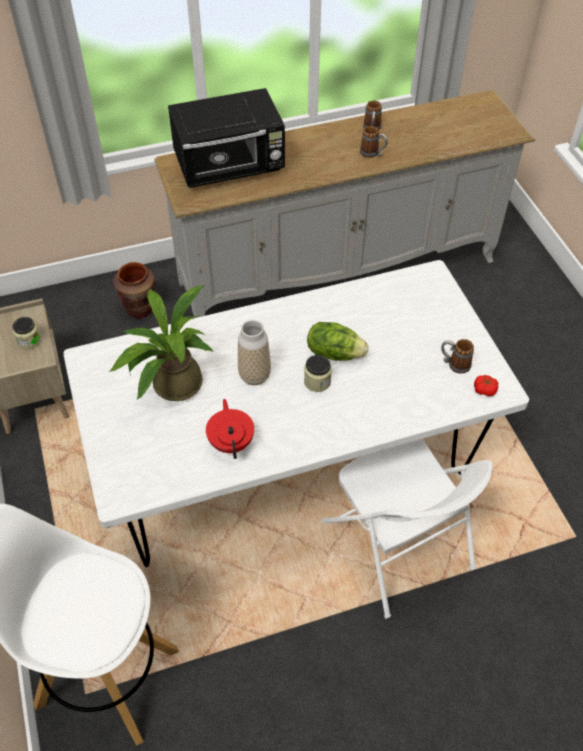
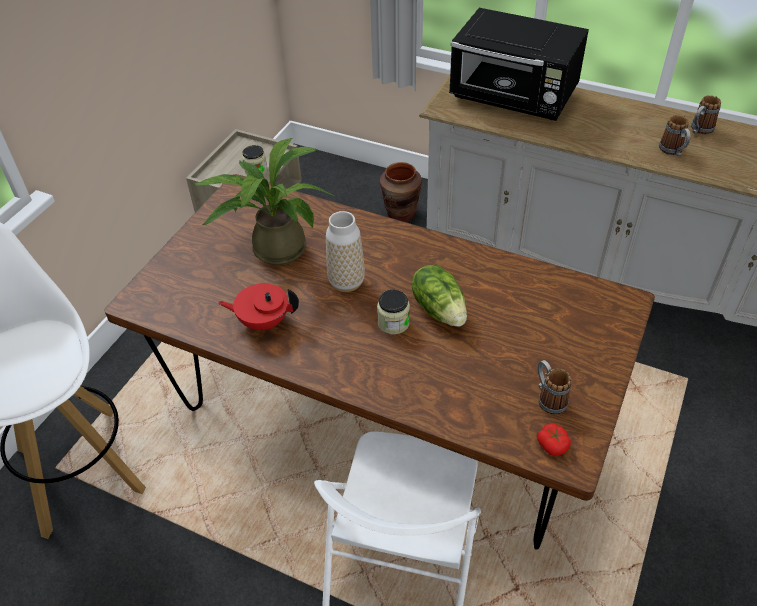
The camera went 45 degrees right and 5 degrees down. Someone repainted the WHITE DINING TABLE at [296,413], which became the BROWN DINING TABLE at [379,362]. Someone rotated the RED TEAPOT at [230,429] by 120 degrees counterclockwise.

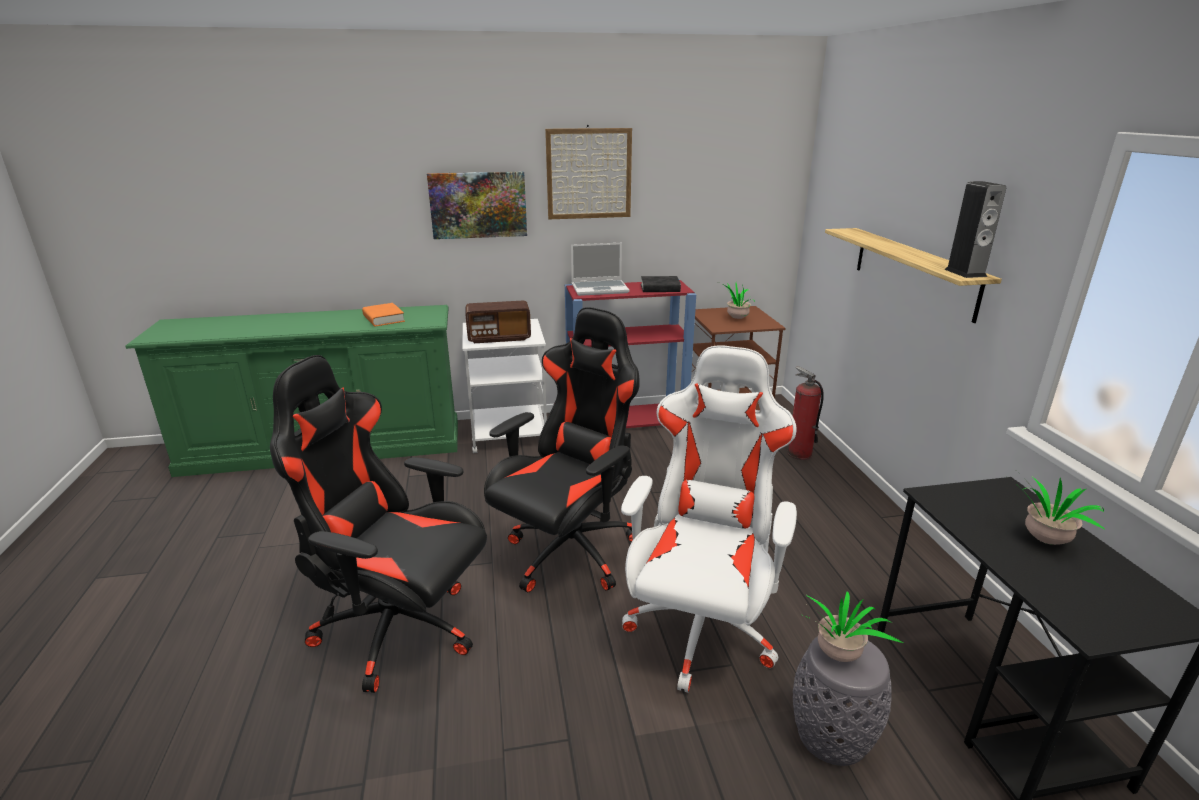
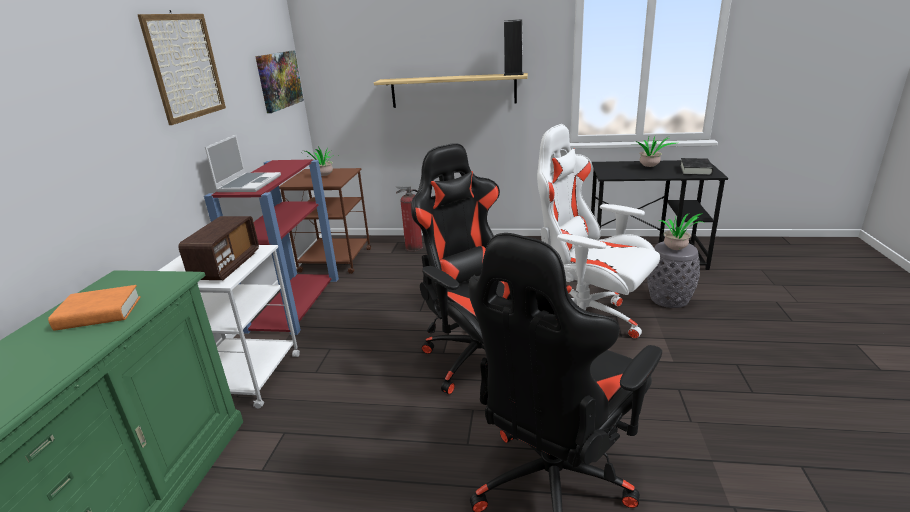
The camera went 70 degrees left and 0 degrees up. Someone carried the PICTURE from [477,205] to [279,81]. Someone carried the BLACK BOOK from [661,284] to [696,166].

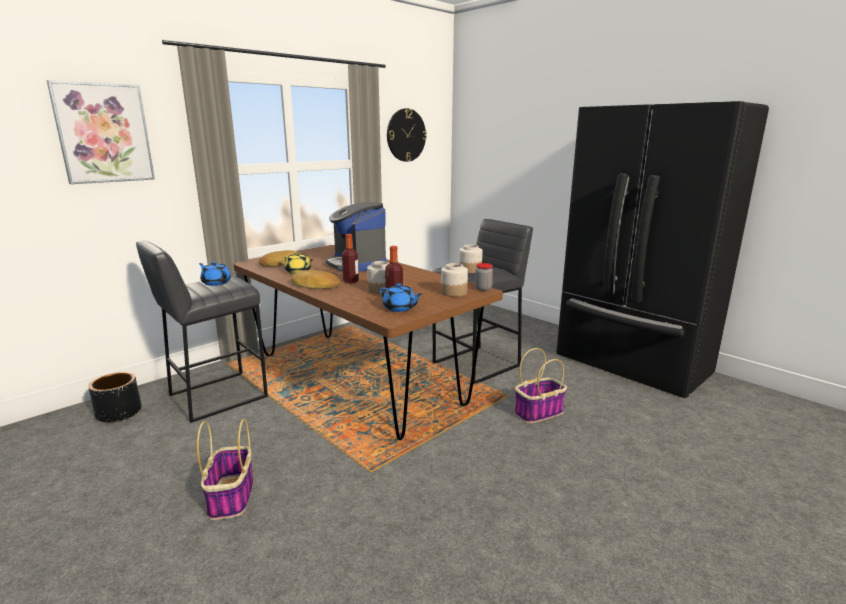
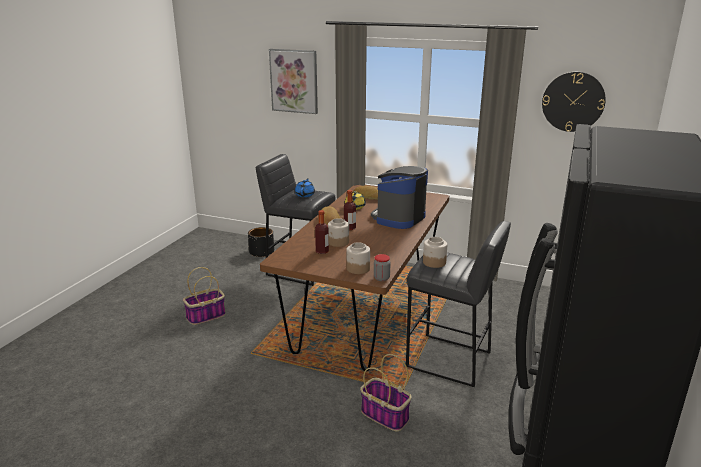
The camera went 65 degrees right and 5 degrees up. Someone took away the BLUE TEAPOT at [401,297].

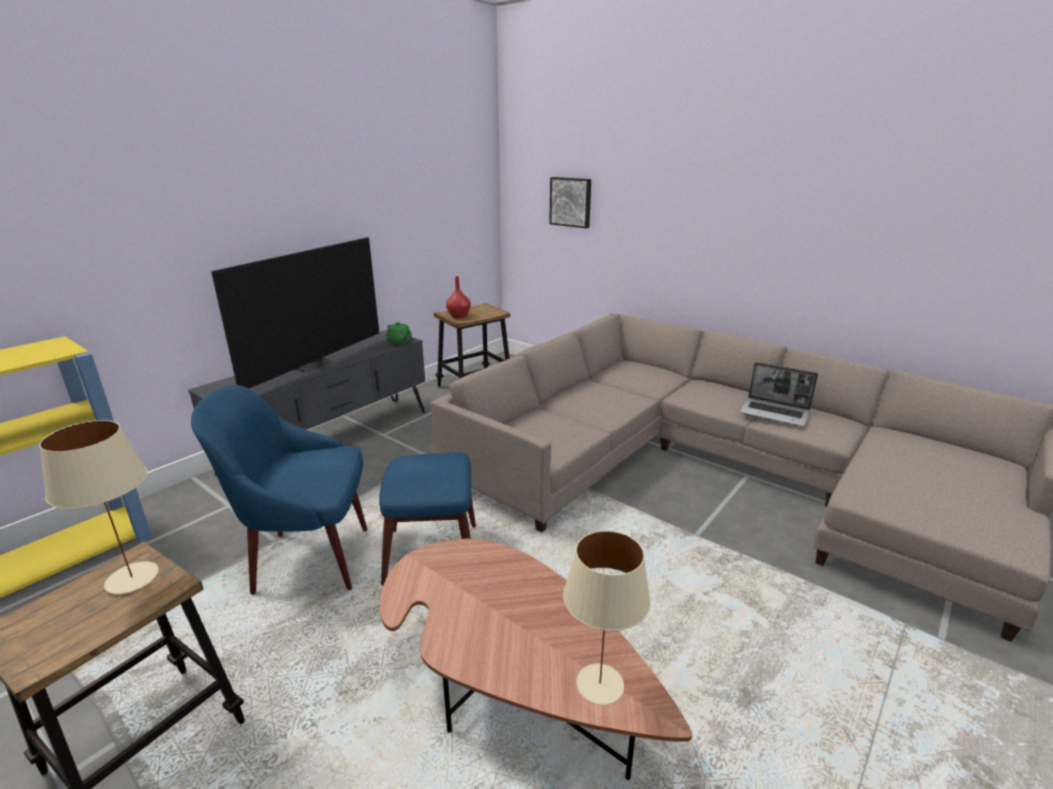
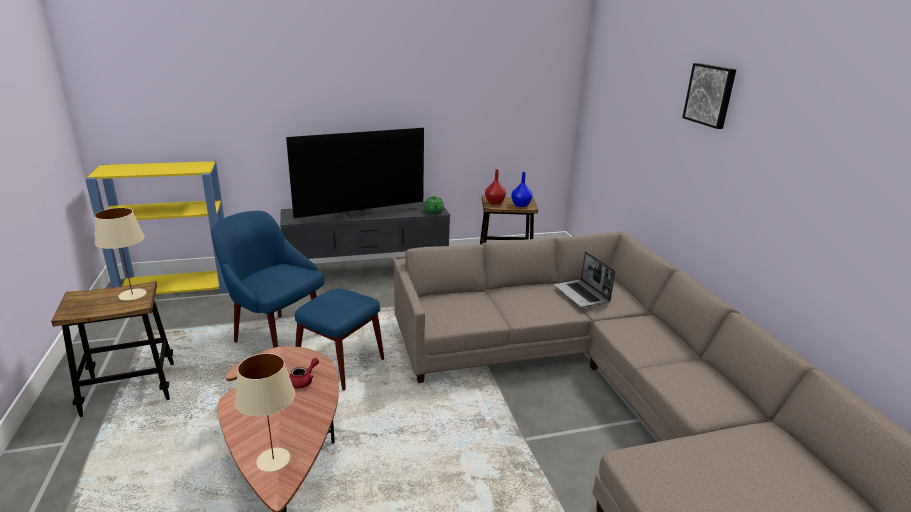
The camera went 35 degrees right and 0 degrees up. Someone carried the PICTURE from [570,202] to [709,96]. Someone carried the LAPTOP from [779,394] to [584,279]. Someone put down the BLUE VASE at [522,189]. Someone put down the RED TEAPOT at [304,373].

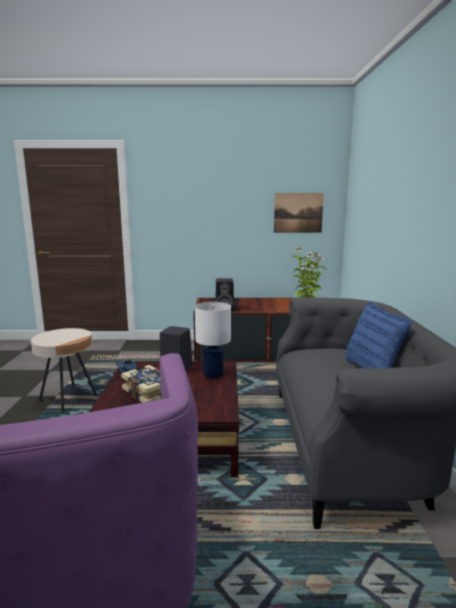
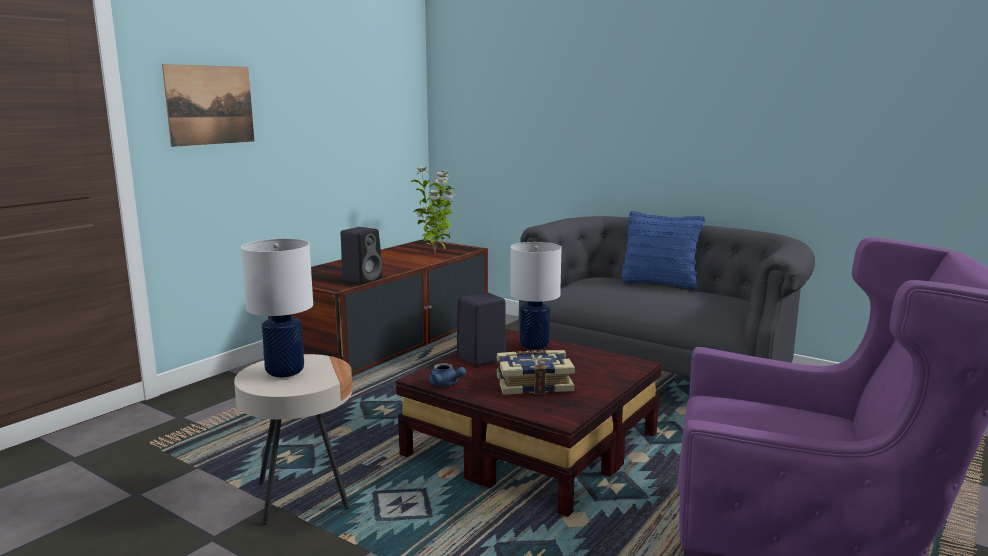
The camera went 55 degrees left and 0 degrees up. Someone carried the PICTURE from [299,213] to [208,105]. Someone put down the WHITE TABLE LAMP at [277,307].

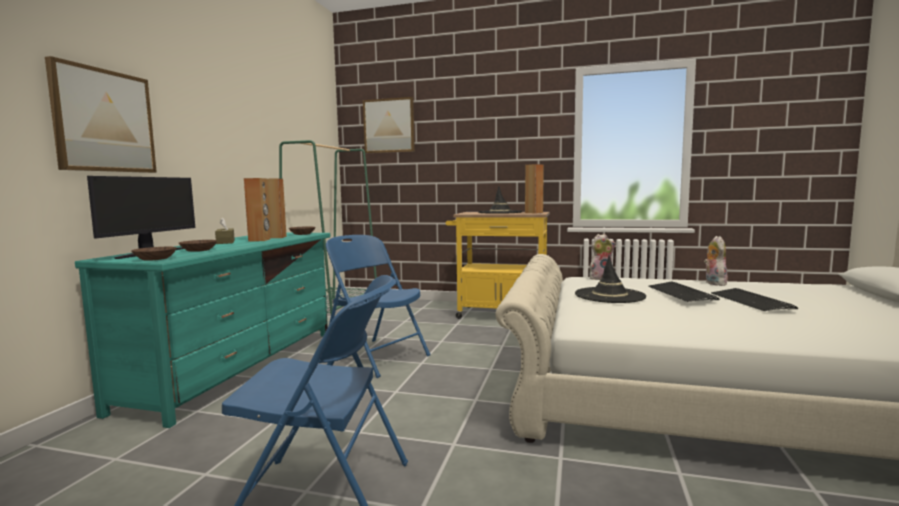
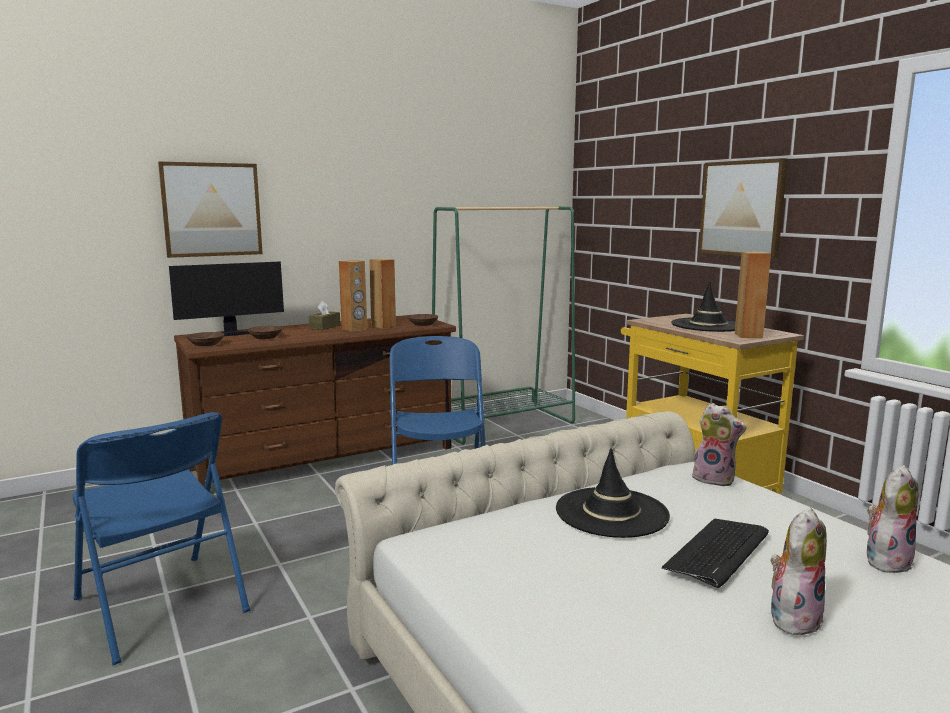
The camera went 45 degrees right and 5 degrees up. Someone carried the PICTURE from [389,125] to [743,208]. Someone repainted the TURQUOISE DRESSER at [202,330], which became the BROWN DRESSER at [315,401]. Someone swapped the KEYBOARD at [754,299] for the PLUSH TOY at [798,571].

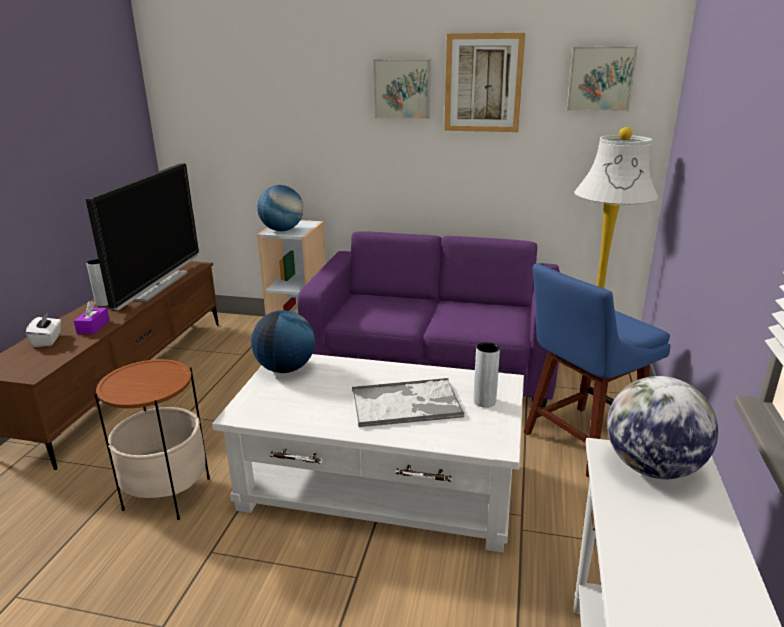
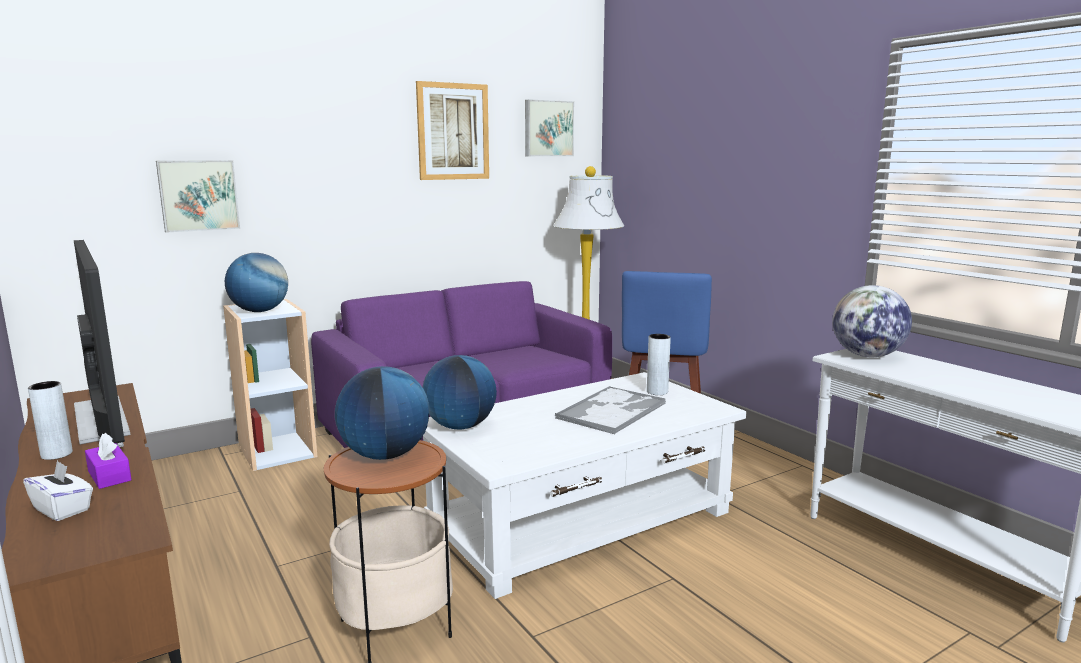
The camera went 45 degrees left and 10 degrees down. Someone carried the PICTURE from [402,89] to [198,196]. Someone put down the GLOBE at [382,413].

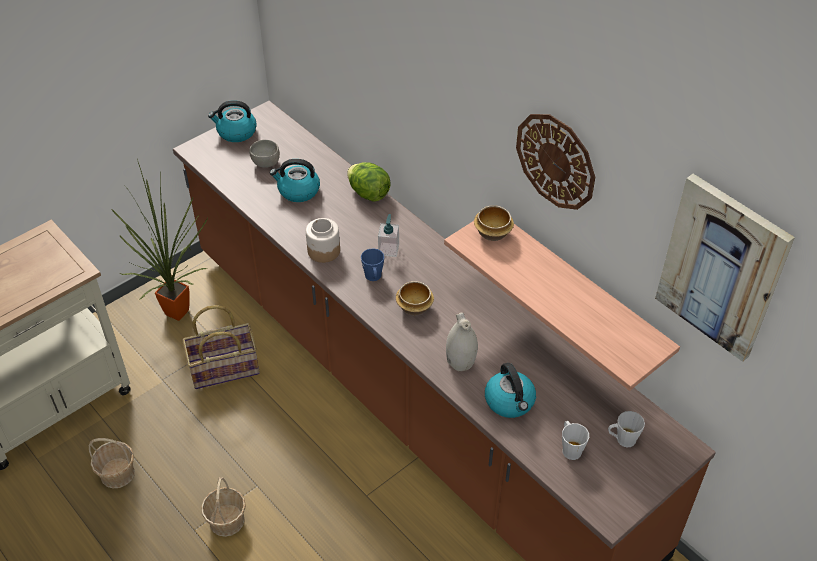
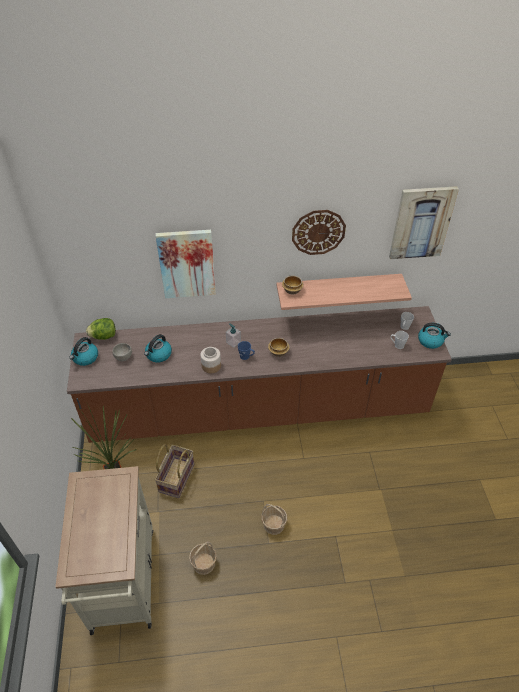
The camera went 55 degrees left and 0 degrees up. Someone carried the LETTUCE from [369,182] to [101,329]. Someone took away the WHITE VASE at [462,342]. Someone carried the KETTLE from [510,390] to [434,336]. Someone put up the PICTURE at [186,264].

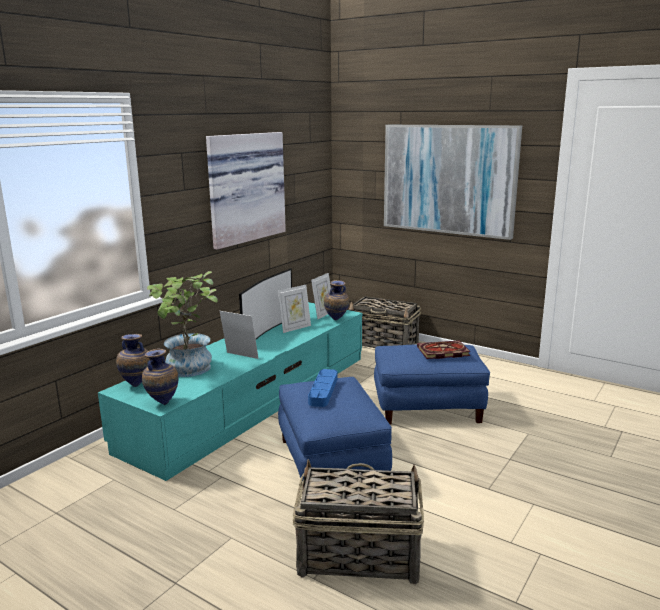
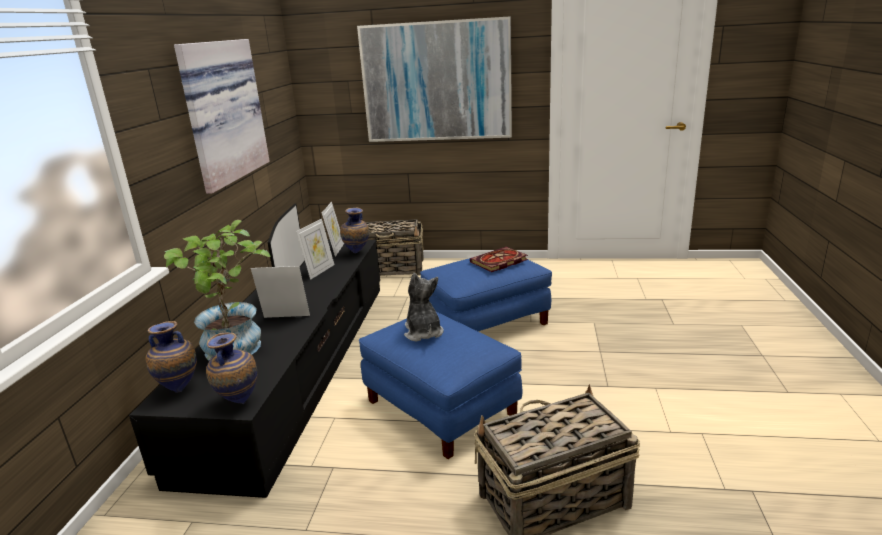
The camera went 25 degrees left and 5 degrees up. Someone repainted the TURQUOISE TV STAND at [230,391], which became the BLACK TV STAND at [254,369]. Someone swapped the BLUE TRAY at [323,388] for the PLUSH TOY at [424,307].

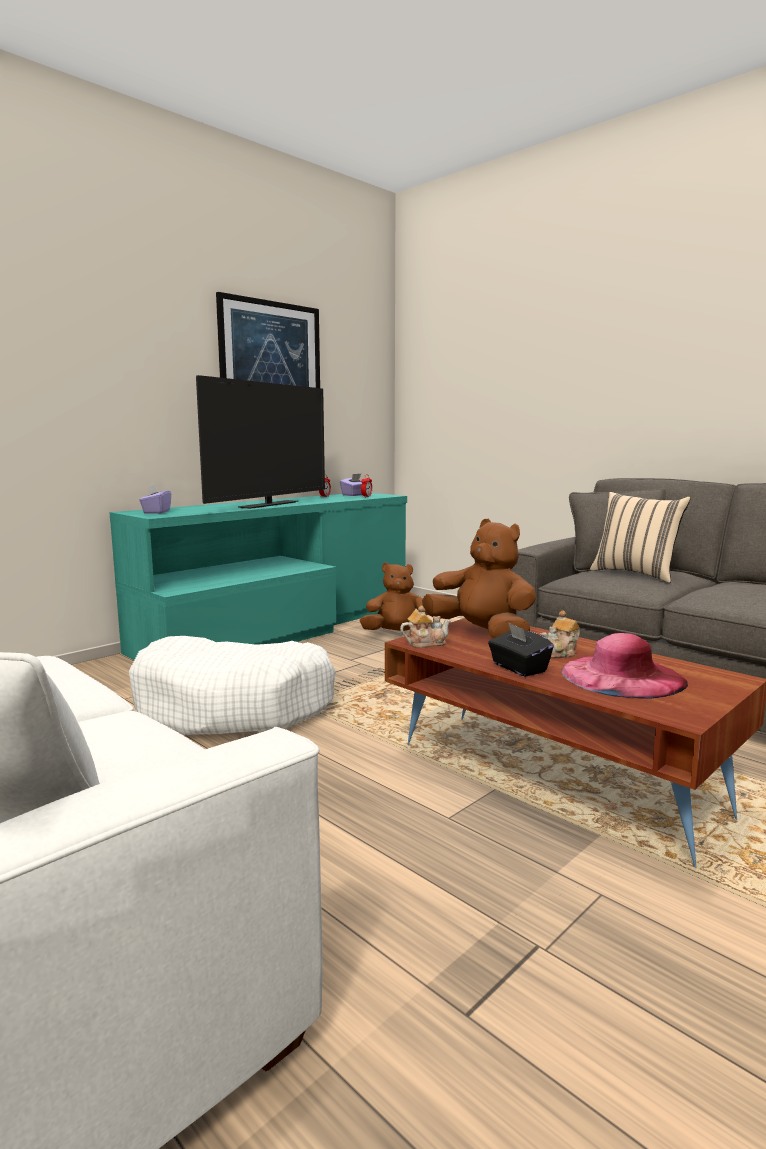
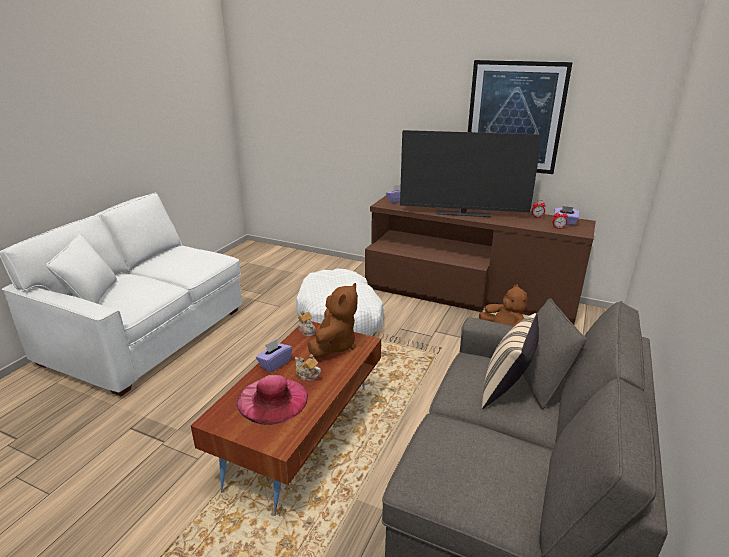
The camera went 70 degrees right and 15 degrees up. Someone repainted the TURQUOISE TV STAND at [258,576], which became the BROWN TV STAND at [480,260]. Someone repainted the BLACK TISSUE BOX at [521,649], which became the PURPLE TISSUE BOX at [274,355].

